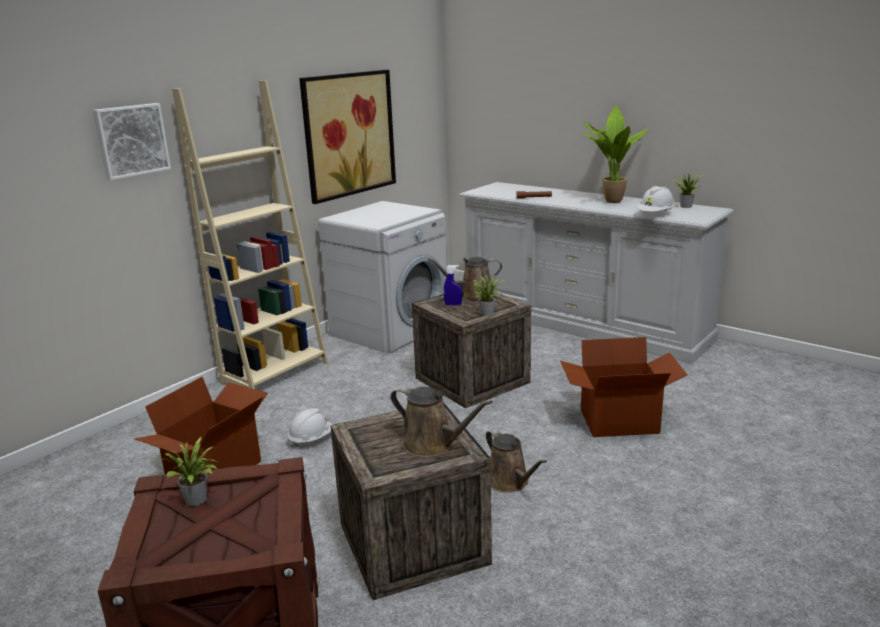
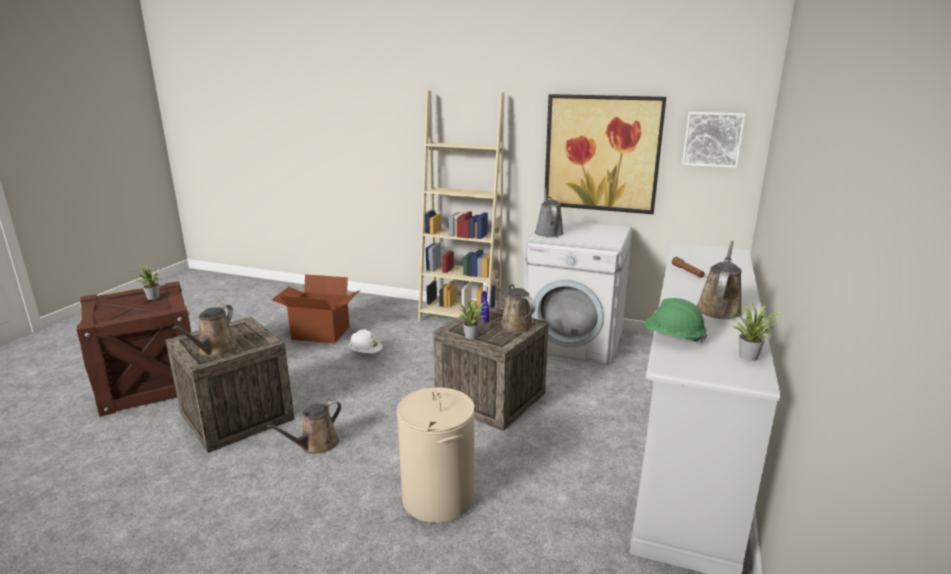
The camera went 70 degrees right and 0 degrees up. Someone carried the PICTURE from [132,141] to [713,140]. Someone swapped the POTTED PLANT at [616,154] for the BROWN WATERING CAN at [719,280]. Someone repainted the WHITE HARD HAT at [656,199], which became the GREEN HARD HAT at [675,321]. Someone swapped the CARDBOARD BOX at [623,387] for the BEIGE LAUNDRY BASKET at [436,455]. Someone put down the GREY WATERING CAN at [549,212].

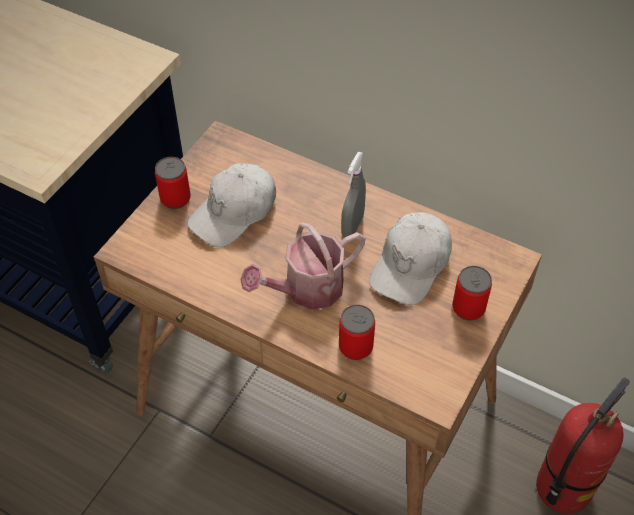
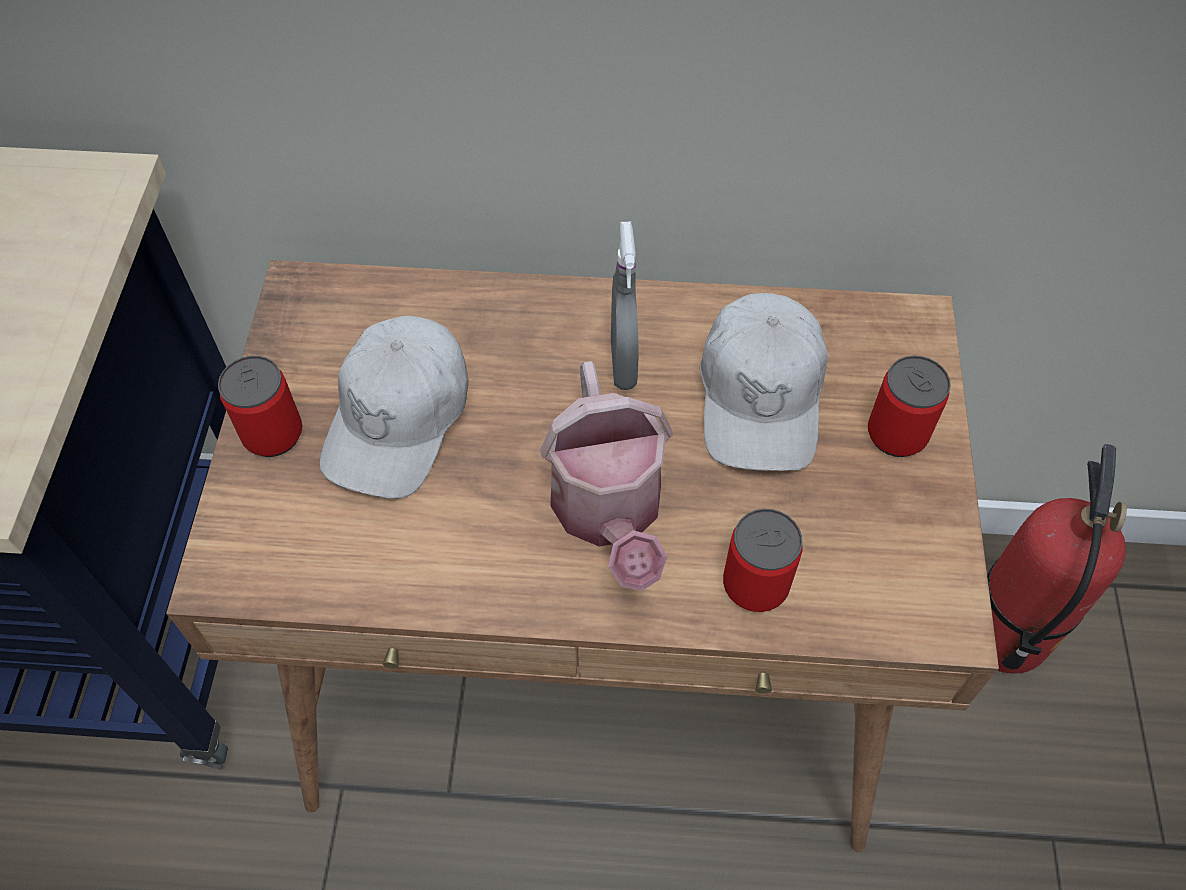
The camera went 25 degrees left and 5 degrees up. Someone rotated the WATERING CAN at [302,266] by 45 degrees counterclockwise.

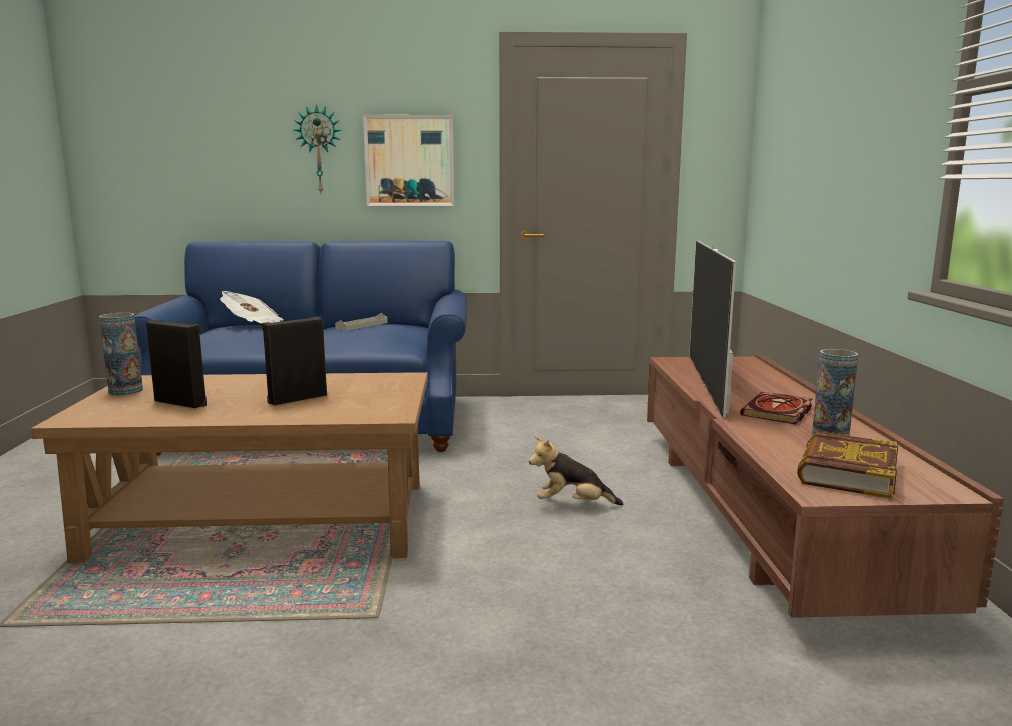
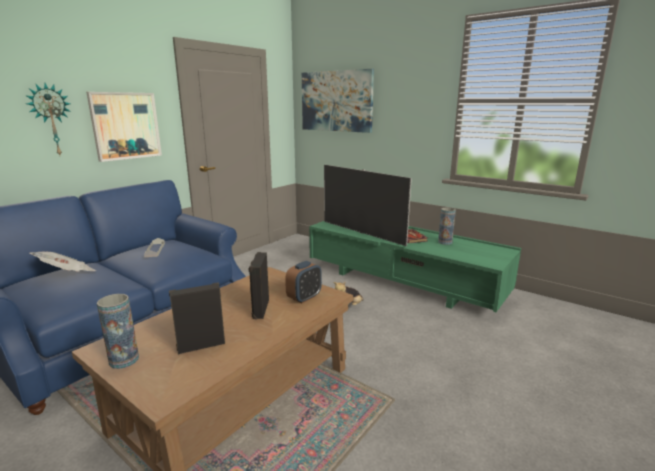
The camera went 50 degrees left and 5 degrees up. Someone repainted the BROWN TV STAND at [825,486], which became the GREEN TV STAND at [415,266]. Someone took away the BOOK at [847,465]. Someone put up the PICTURE at [338,101]. Someone put down the ALARM CLOCK at [303,282].

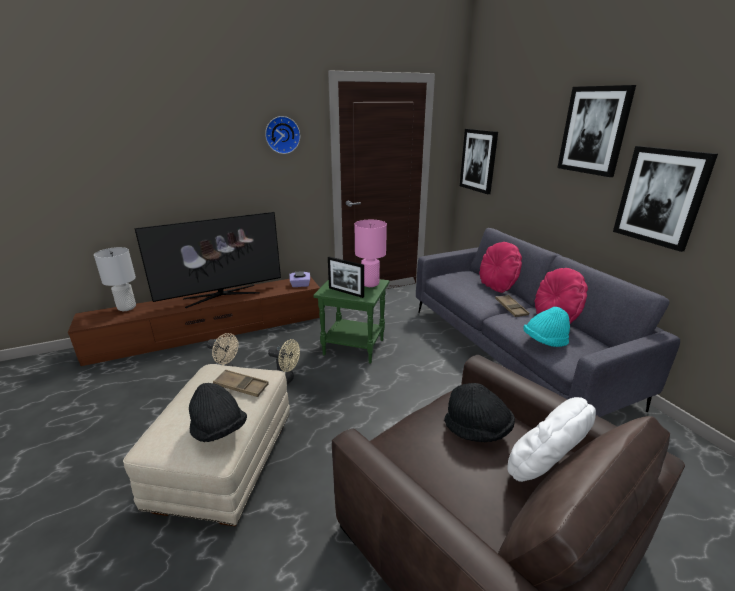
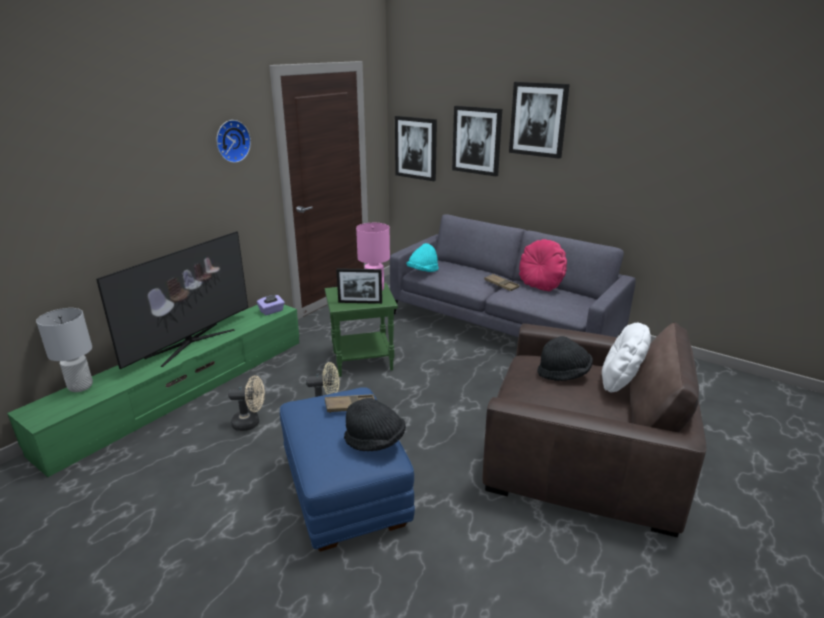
The camera went 30 degrees left and 0 degrees up. Someone carried the PICTURE from [665,199] to [477,141]. Someone took away the PINK PILLOW at [500,267]. Someone repainted the BROWN TV STAND at [194,321], which became the GREEN TV STAND at [153,391]. Someone carried the TURQUOISE HAT from [547,327] to [422,257]. Someone repainted the BEIGE OTTOMAN at [206,445], which became the BLUE OTTOMAN at [347,469].

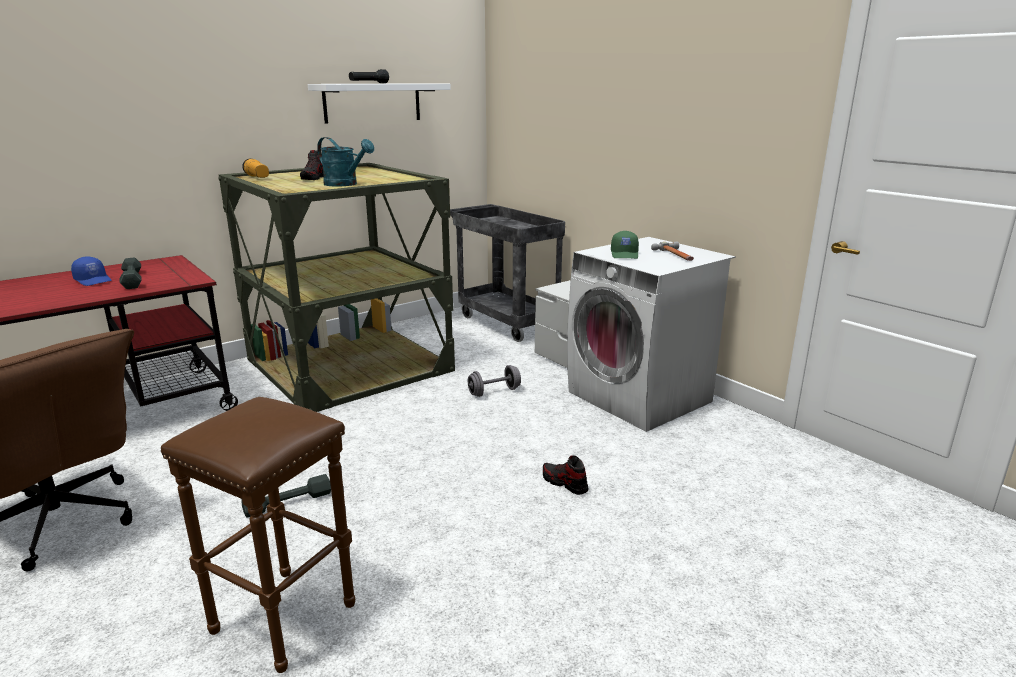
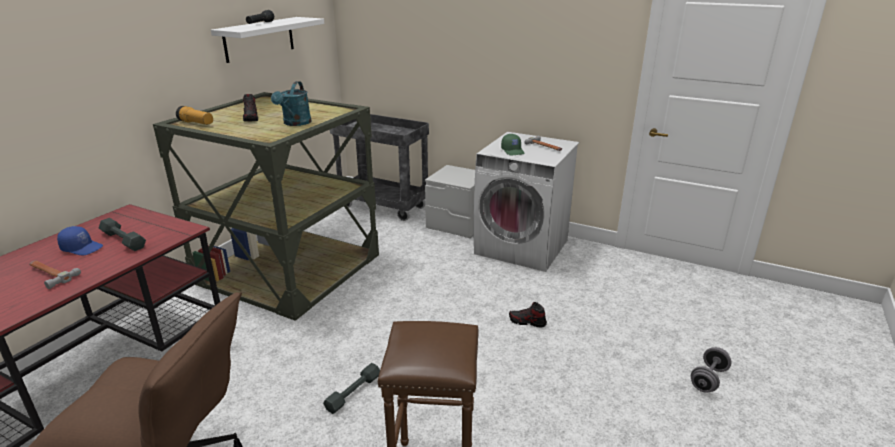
The camera went 25 degrees left and 5 degrees up. Someone rotated the TURQUOISE WATERING CAN at [345,162] by 90 degrees clockwise. Someone carried the GREY DUMBBELL from [494,381] to [711,370]. Someone put down the HAMMER at [55,274].

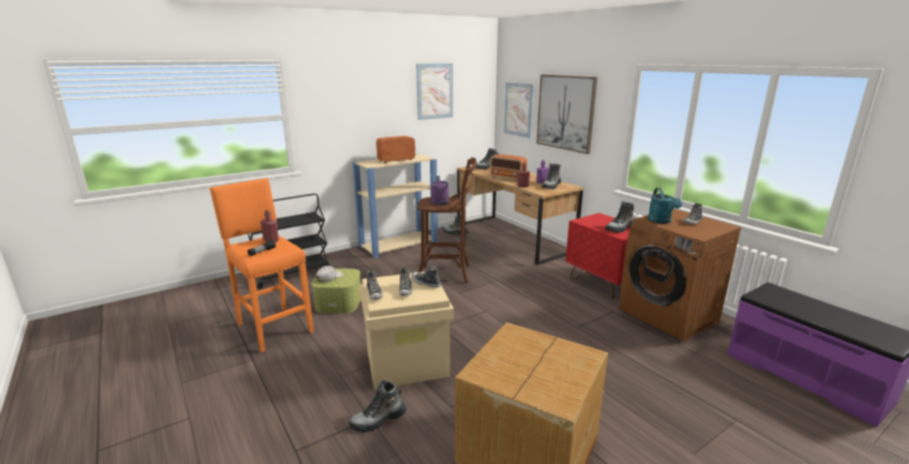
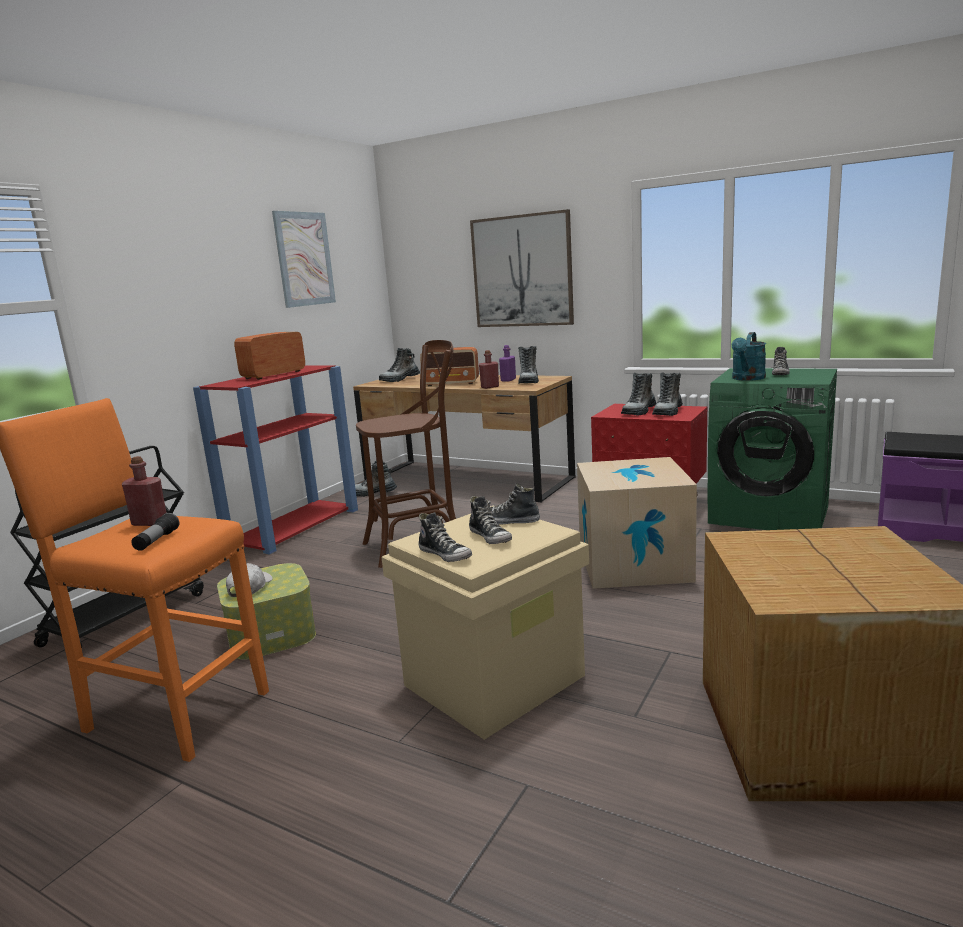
The camera went 25 degrees left and 5 degrees down. Someone took away the PICTURE at [519,110]. Someone repainted the BEIGE BOOKCASE at [395,206], which became the RED BOOKCASE at [275,460]. Someone took away the PURPLE WATERING CAN at [440,190]. Someone rotated the TURQUOISE WATERING CAN at [665,206] by 60 degrees clockwise. Someone repainted the BROWN WASHING MACHINE at [681,275], which became the GREEN WASHING MACHINE at [772,449]. Someone carried the BOOT from [377,406] to [638,394]. Someone put down the CARDBOARD BOX at [637,523].

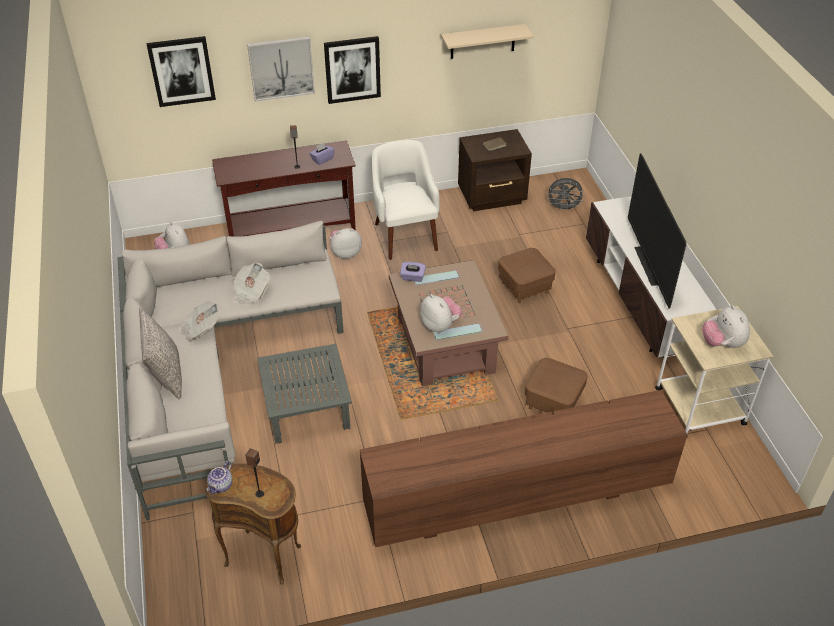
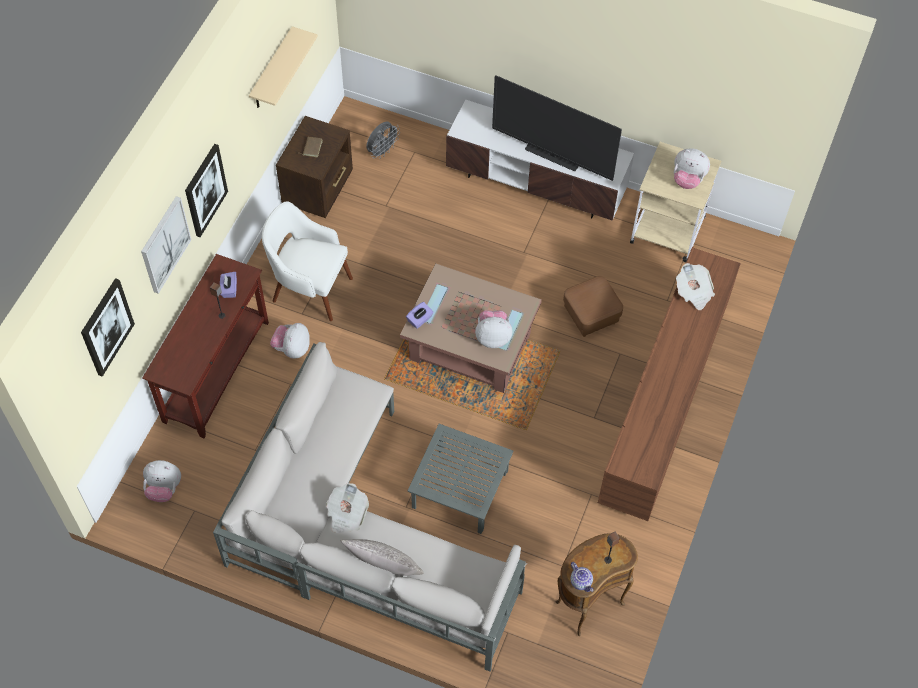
The camera went 55 degrees left and 15 degrees up. Someone took away the BROWN OTTOMAN at [526,275]. Someone carried the NEWSPAPER from [252,284] to [695,286].

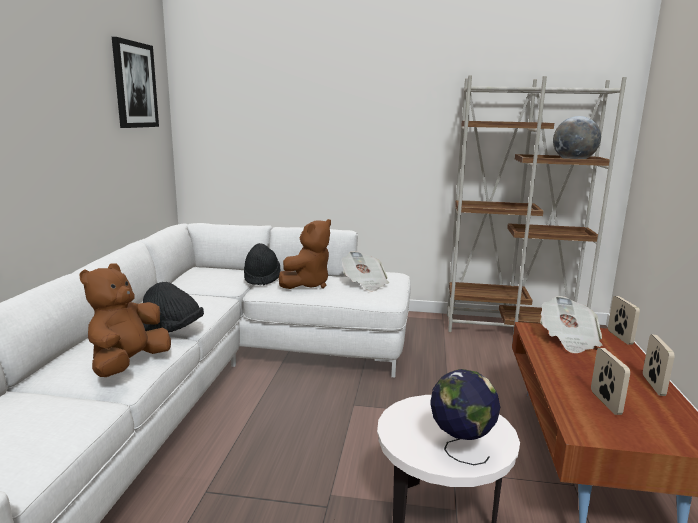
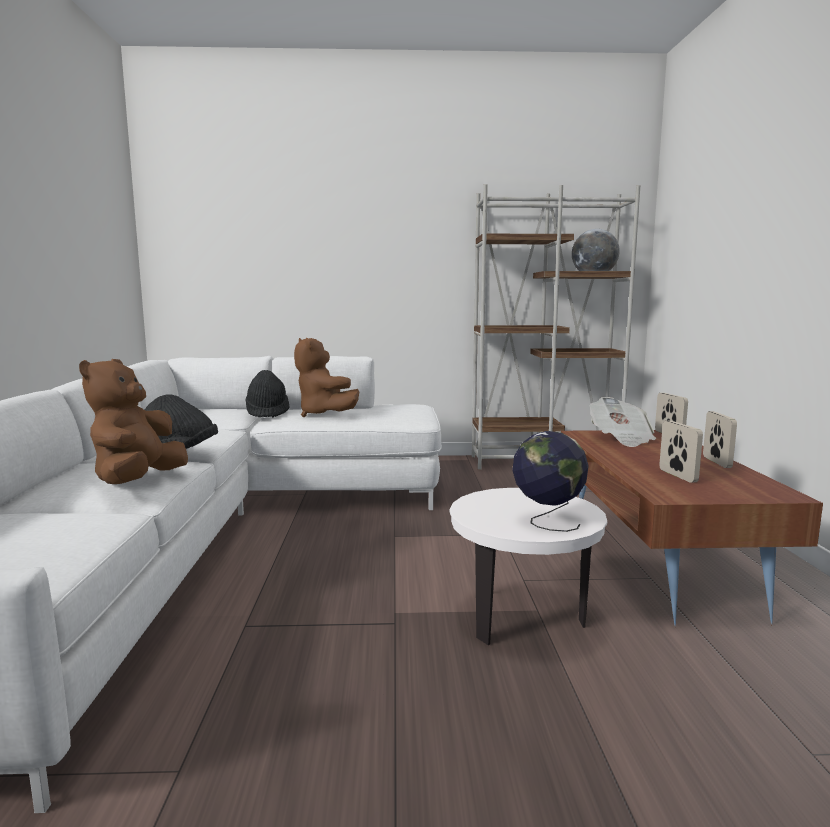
The camera went 10 degrees left and 5 degrees down. Someone took away the PICTURE at [135,82]. Someone rotated the BROWN PLUSH TOY at [304,254] by 120 degrees clockwise. Someone took away the NEWSPAPER at [365,271].

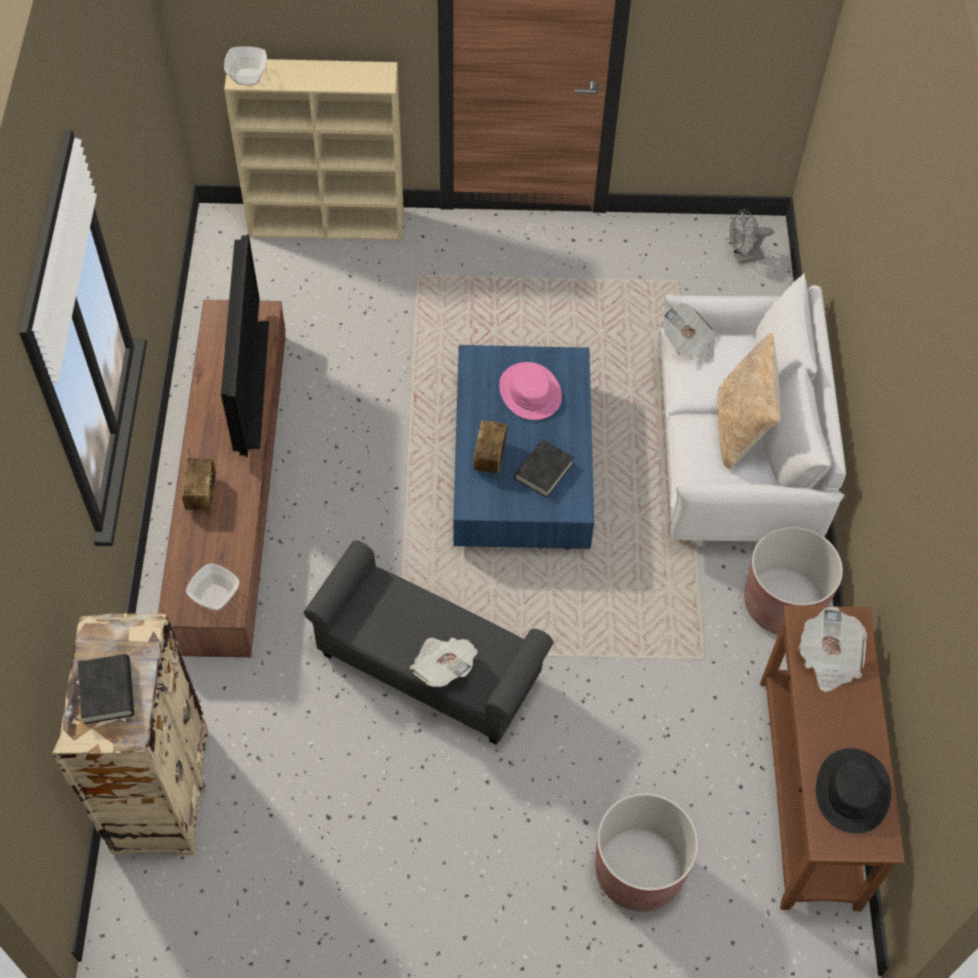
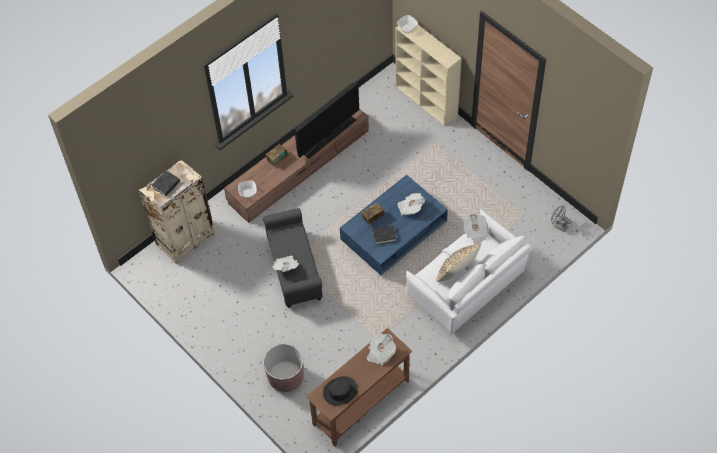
The camera went 50 degrees right and 0 degrees up. Someone swapped the PINK HAT at [530,391] for the NEWSPAPER at [411,204]. Someone took away the BROWN PLANTER at [793,580].

